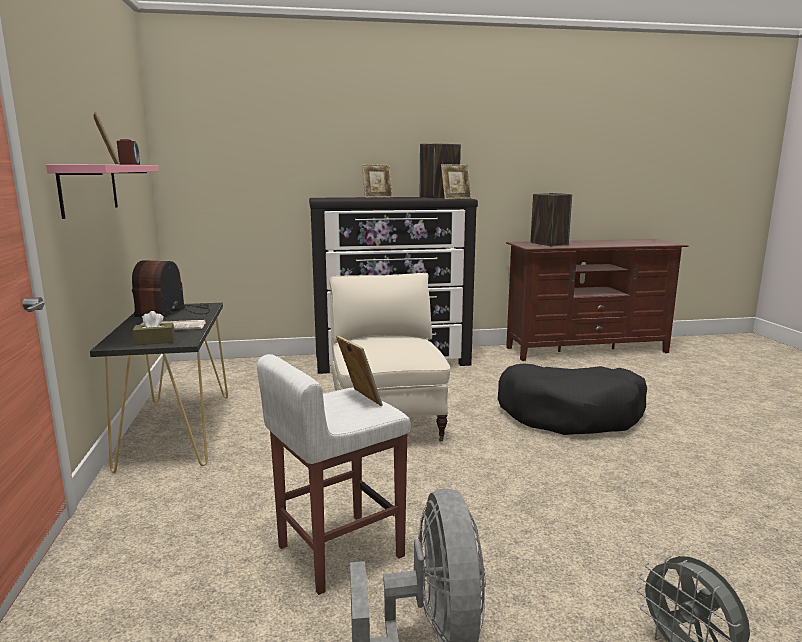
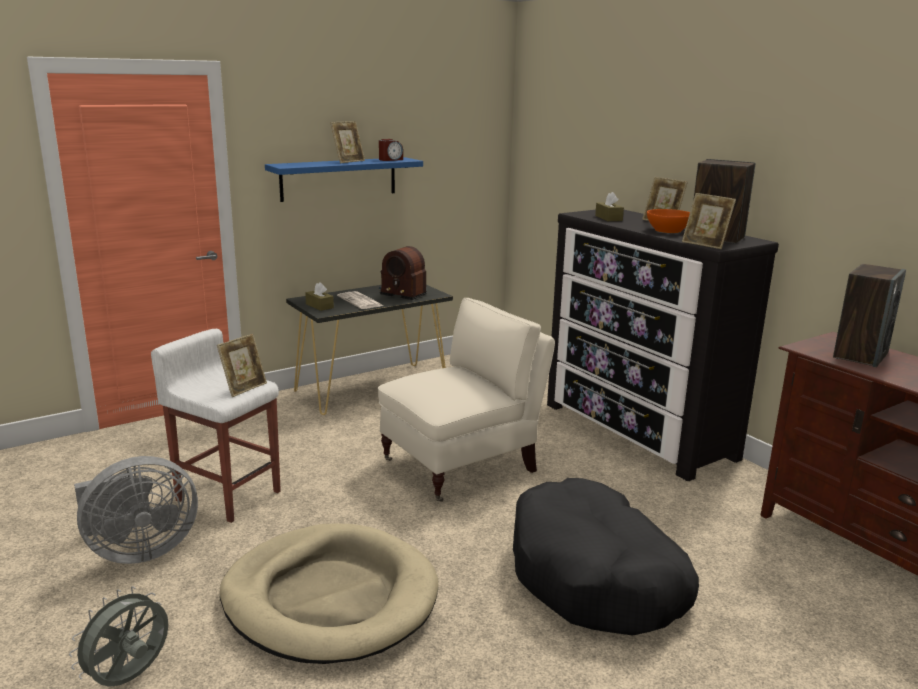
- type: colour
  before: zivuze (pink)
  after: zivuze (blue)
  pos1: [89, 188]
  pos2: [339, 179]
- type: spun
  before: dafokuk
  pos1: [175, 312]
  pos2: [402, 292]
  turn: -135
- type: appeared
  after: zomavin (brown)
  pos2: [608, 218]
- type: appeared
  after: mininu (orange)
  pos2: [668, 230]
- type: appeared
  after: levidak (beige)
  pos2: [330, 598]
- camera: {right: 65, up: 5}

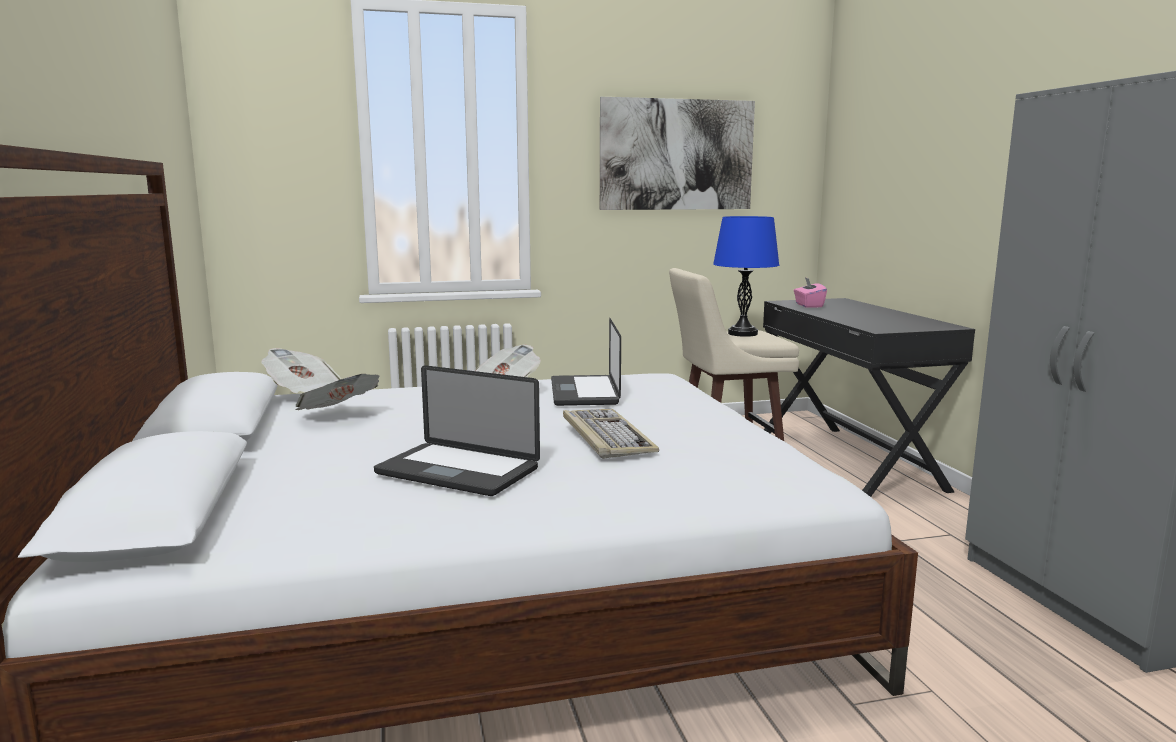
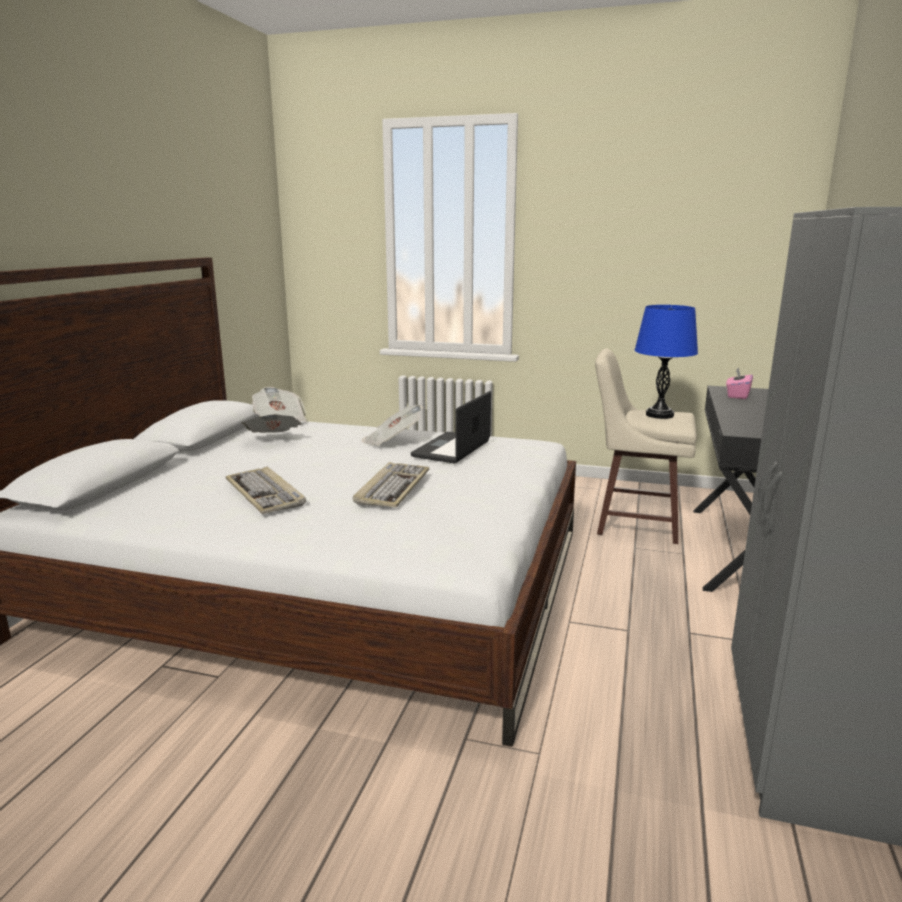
- type: missing
  before: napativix
  pos1: [677, 155]
- type: exchanged
  before: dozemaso
  after: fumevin
  pos1: [457, 471]
  pos2: [266, 494]
- camera: {right: 30, up: 5}

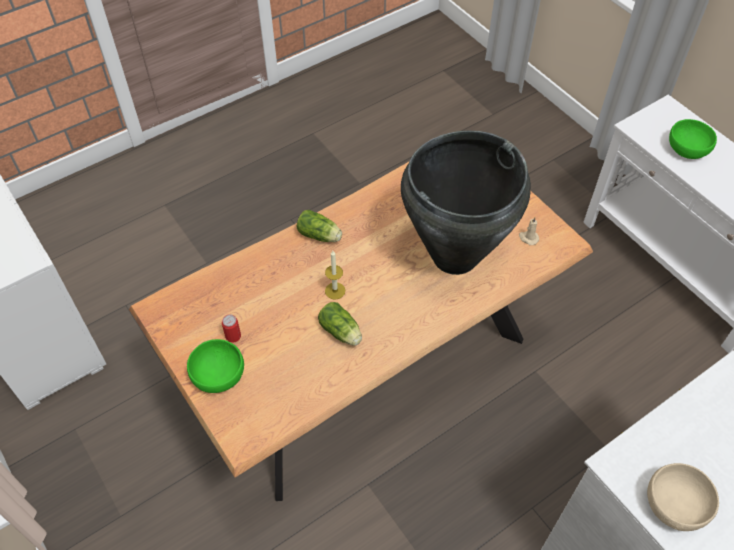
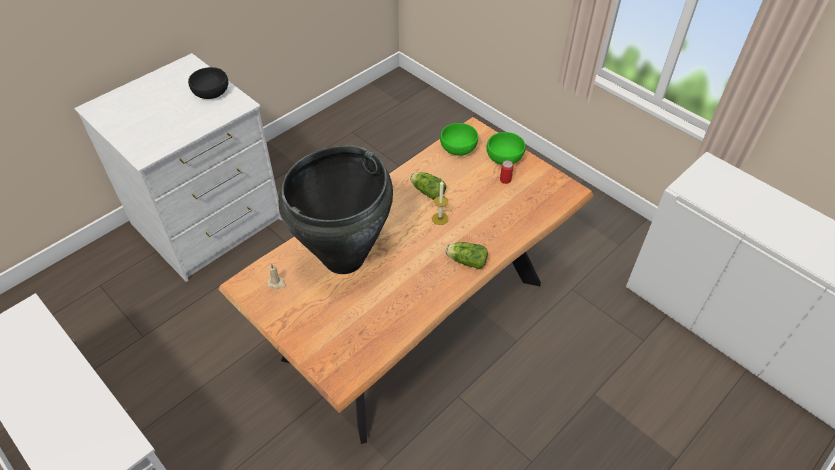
- type: relocated
  before: mininu (green)
  pos1: [687, 149]
  pos2: [458, 147]
- type: colour
  before: mininu (beige)
  after: mininu (black)
  pos1: [676, 504]
  pos2: [210, 92]
- camera: {right: 170, up: -5}

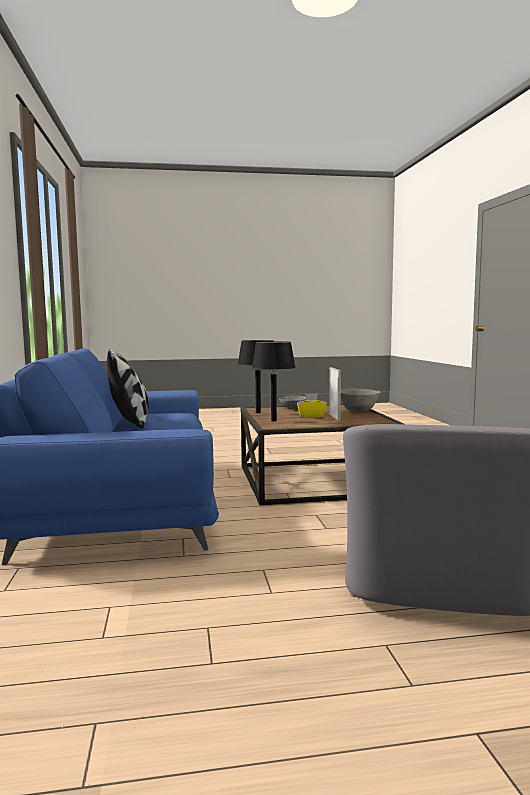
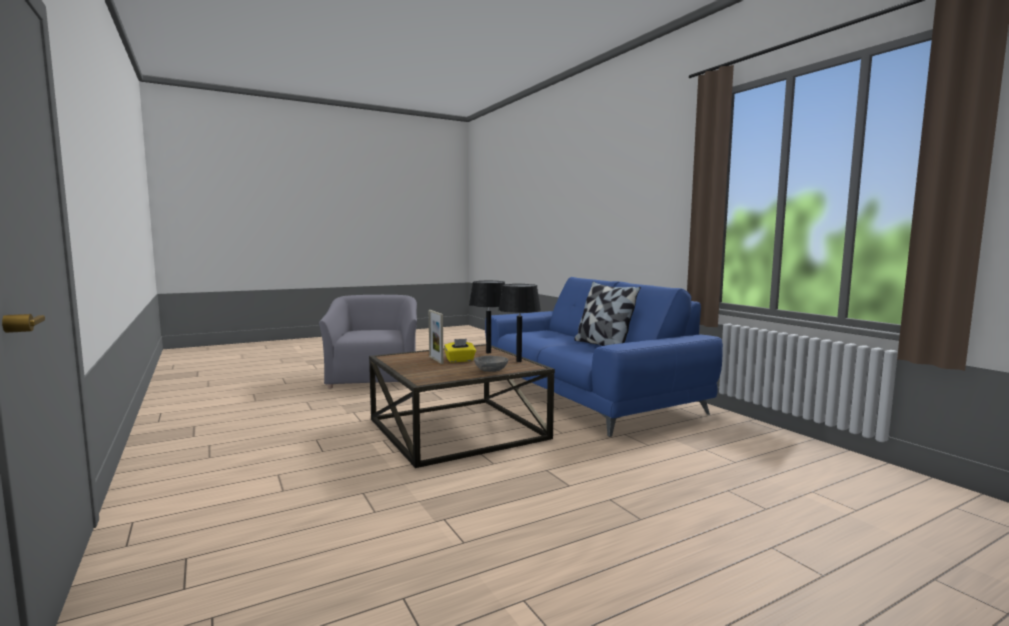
- type: missing
  before: mininu (grey)
  pos1: [358, 411]
- camera: {right: 160, up: 0}

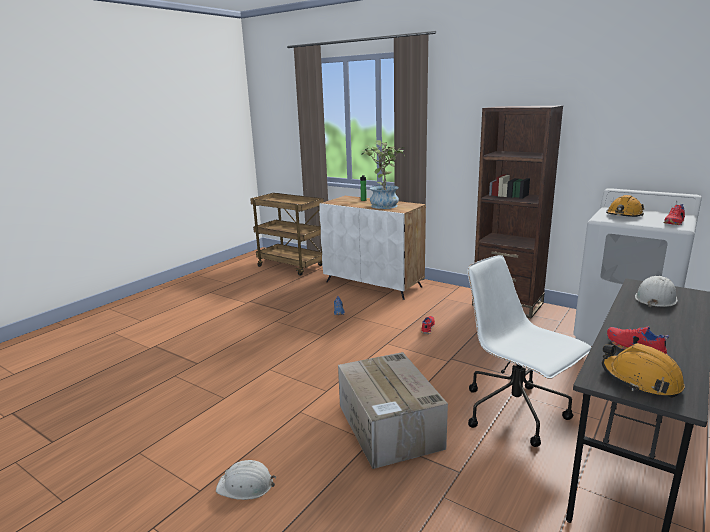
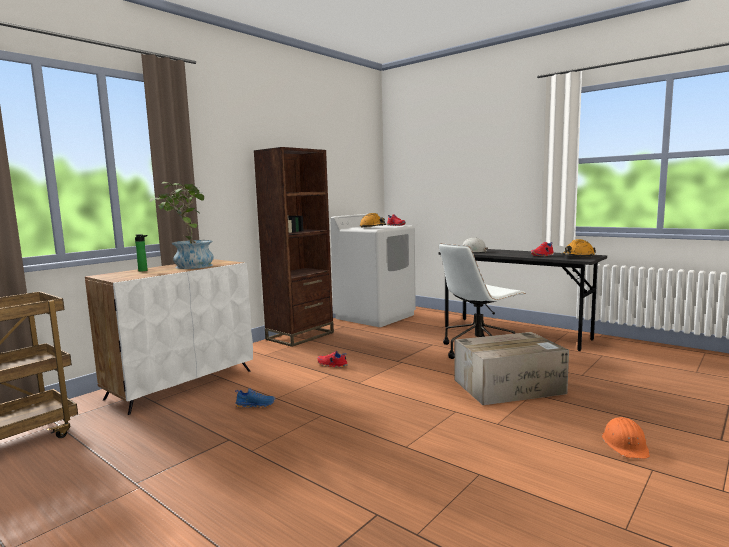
- type: colour
  before: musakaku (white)
  after: musakaku (orange)
  pos1: [246, 485]
  pos2: [625, 445]
- camera: {right: -85, up: -10}

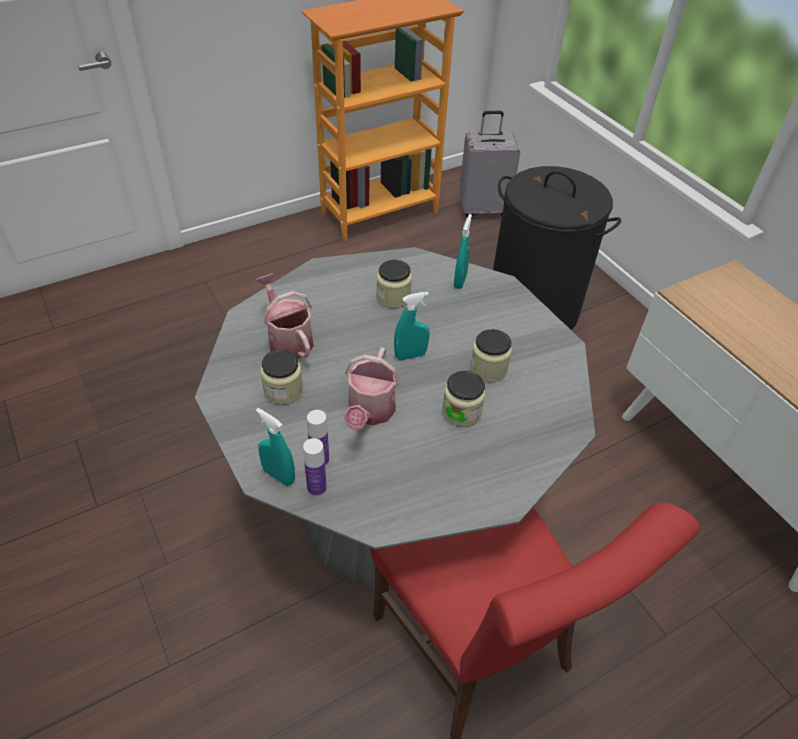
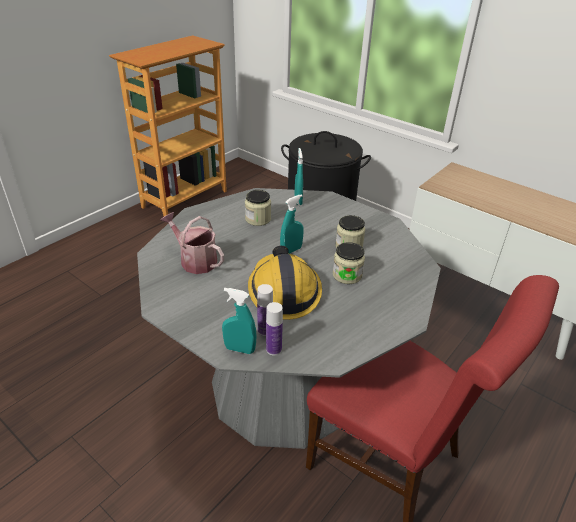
- type: missing
  before: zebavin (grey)
  pos1: [483, 209]
- type: exchanged
  before: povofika
  after: musakaku
  pos1: [369, 412]
  pos2: [283, 291]
- type: missing
  before: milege
  pos1: [283, 390]
- camera: {right: -20, up: -10}

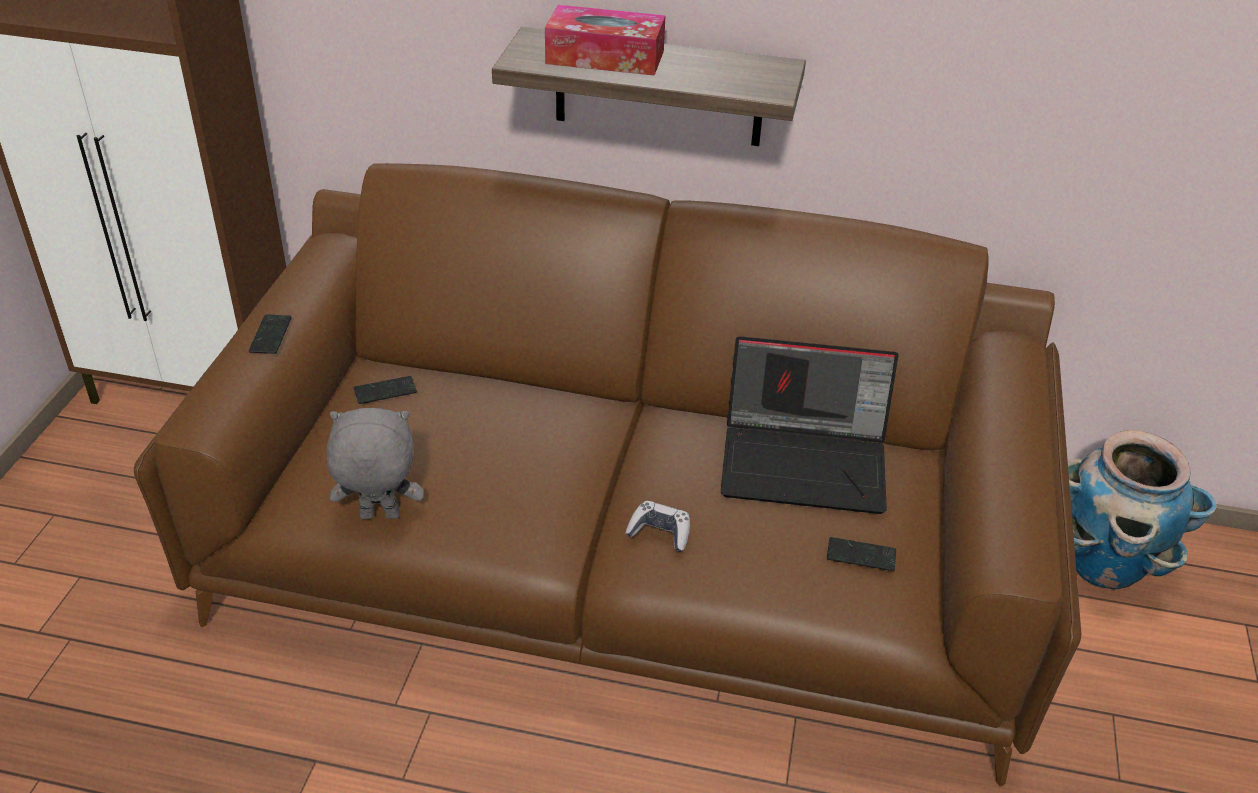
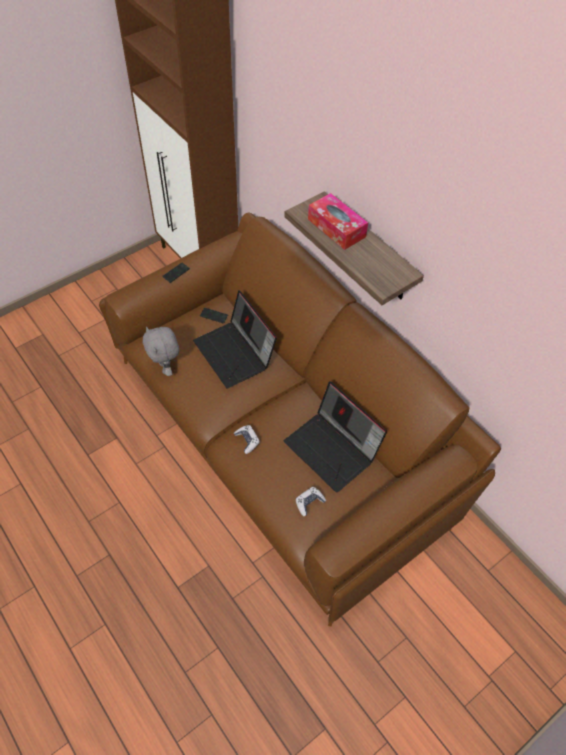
- type: spun
  before: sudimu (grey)
  pos1: [379, 517]
  pos2: [166, 368]
  turn: -150
- type: missing
  before: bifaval
  pos1: [1104, 564]
- type: exchanged
  before: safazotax
  after: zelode
  pos1: [861, 555]
  pos2: [309, 503]
- type: appeared
  after: dozemaso
  pos2: [235, 354]
- camera: {right: 40, up: 15}

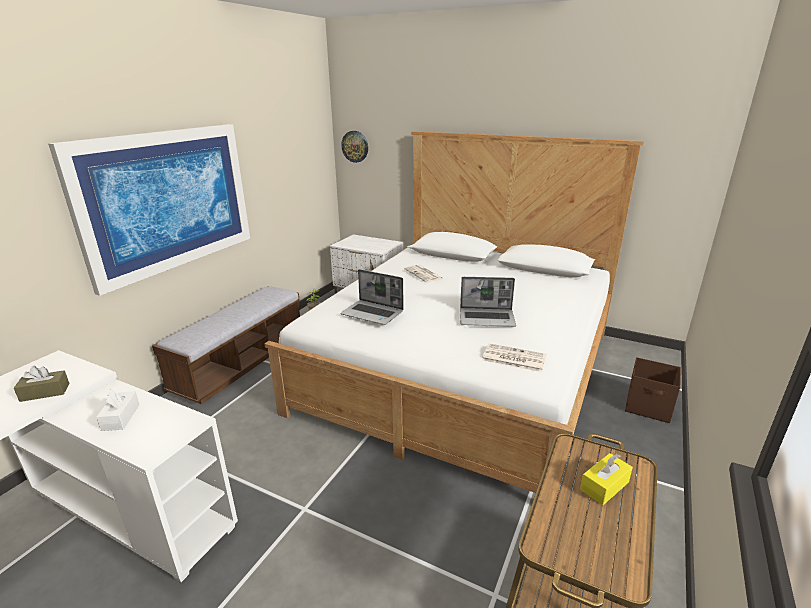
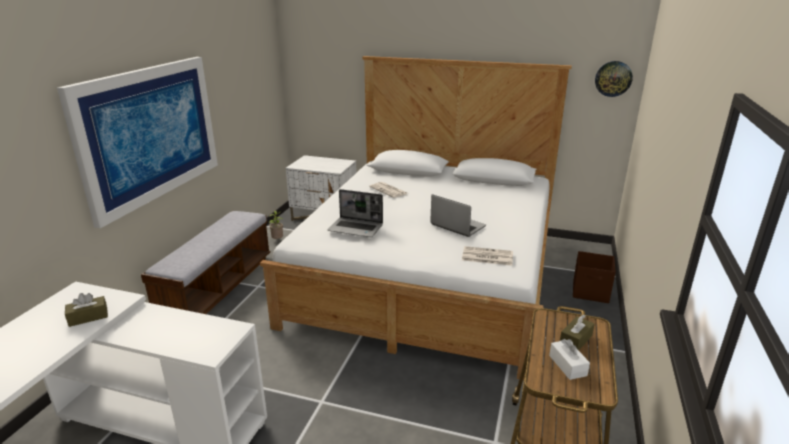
- type: relocated
  before: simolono
  pos1: [355, 146]
  pos2: [613, 78]
- type: spun
  before: dozemaso
  pos1: [487, 318]
  pos2: [457, 226]
  turn: -135
- type: relocated
  before: zomavin (white)
  pos1: [121, 417]
  pos2: [567, 365]
- type: colour
  before: zomavin (yellow)
  after: zomavin (brown)
  pos1: [604, 486]
  pos2: [575, 340]
- camera: {right: -10, up: 0}

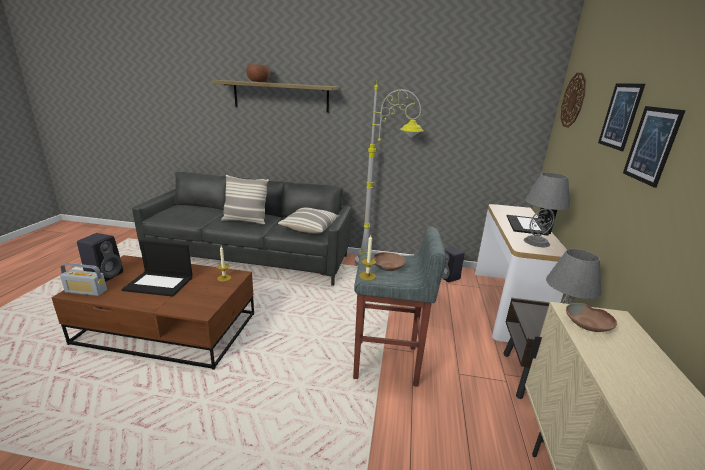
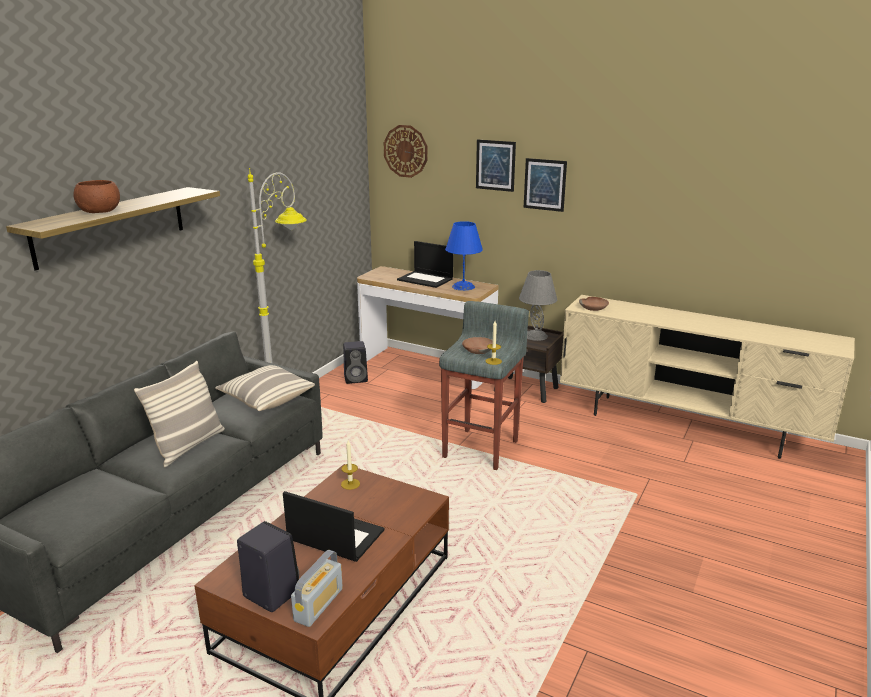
- type: colour
  before: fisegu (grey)
  after: fisegu (blue)
  pos1: [536, 242]
  pos2: [463, 286]
- type: spun
  before: dozemaso
  pos1: [160, 283]
  pos2: [334, 536]
  turn: -90
- camera: {right: -70, up: 0}

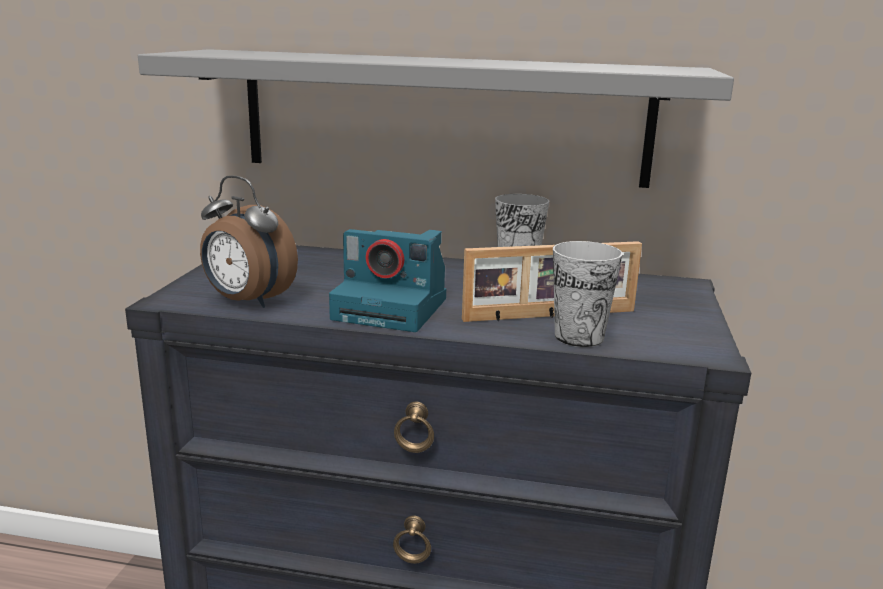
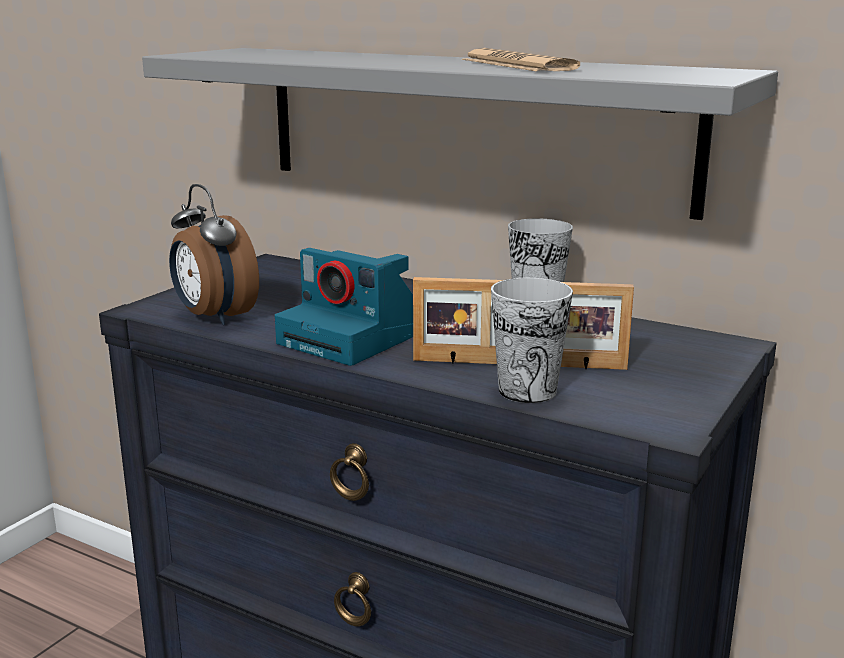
- type: appeared
  after: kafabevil
  pos2: [516, 65]
- camera: {right: 20, up: 0}

